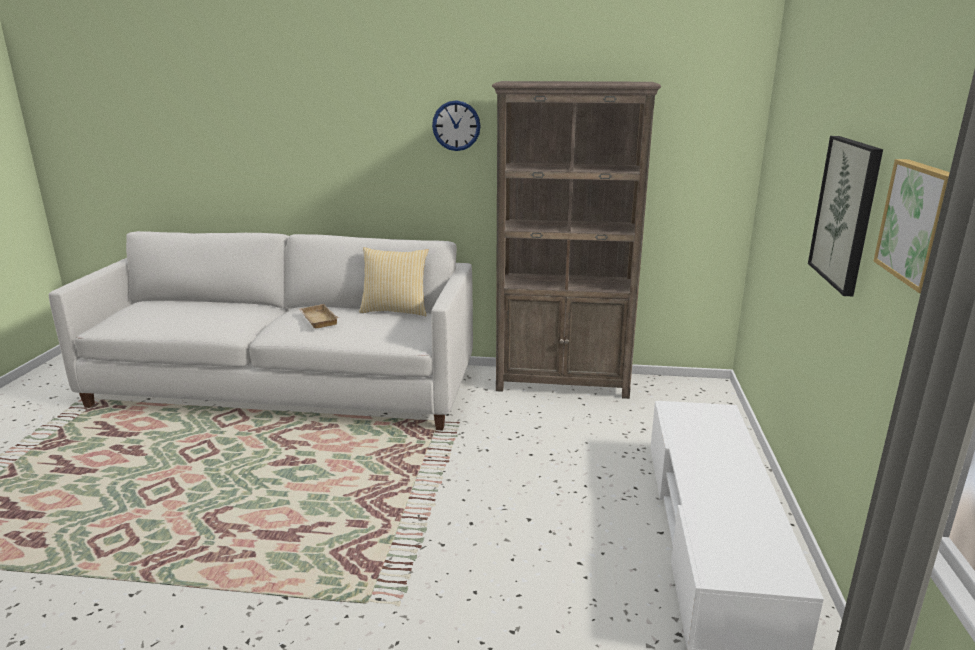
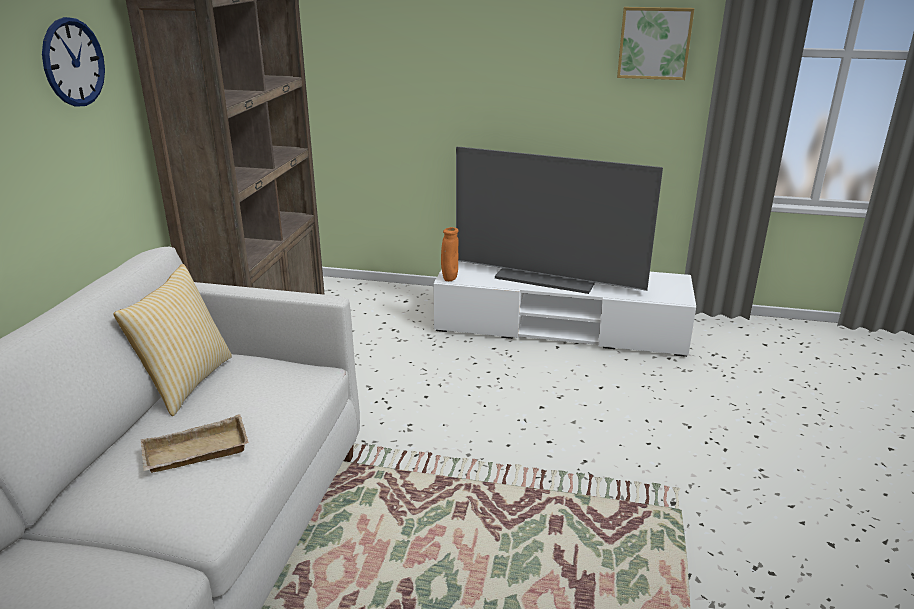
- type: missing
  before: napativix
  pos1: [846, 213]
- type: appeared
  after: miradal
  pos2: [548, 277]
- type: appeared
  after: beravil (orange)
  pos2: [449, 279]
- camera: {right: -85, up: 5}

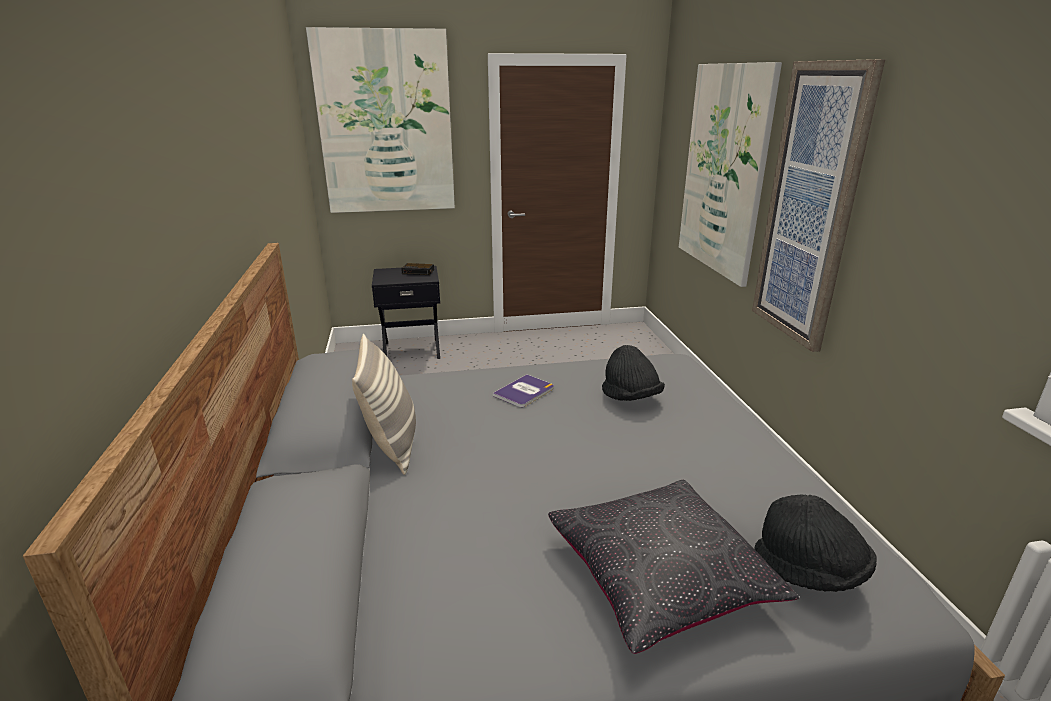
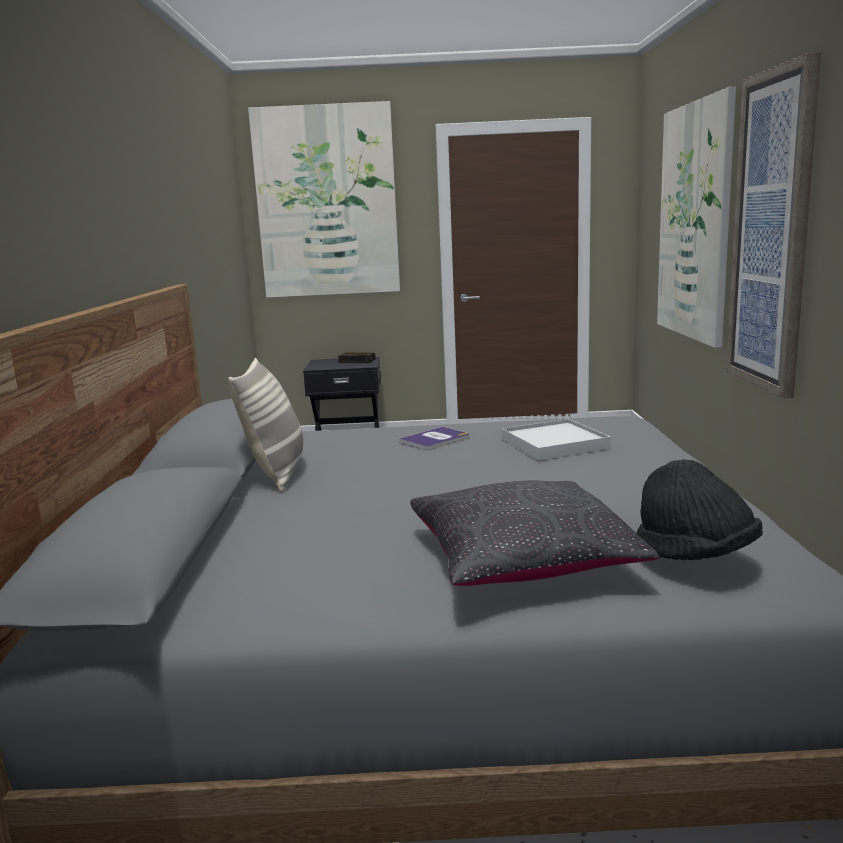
- type: exchanged
  before: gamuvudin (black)
  after: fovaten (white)
  pos1: [630, 397]
  pos2: [554, 444]
- camera: {right: 10, up: -10}

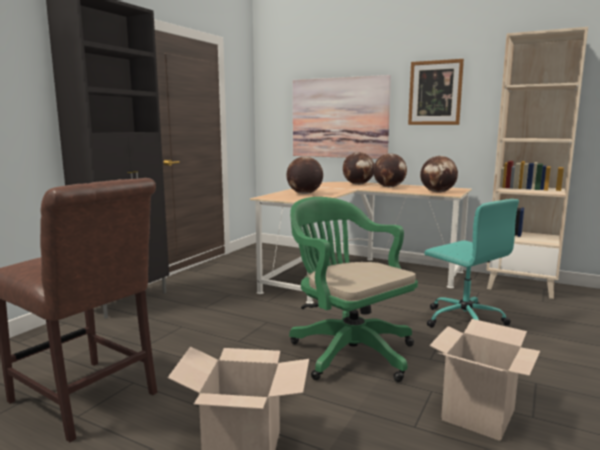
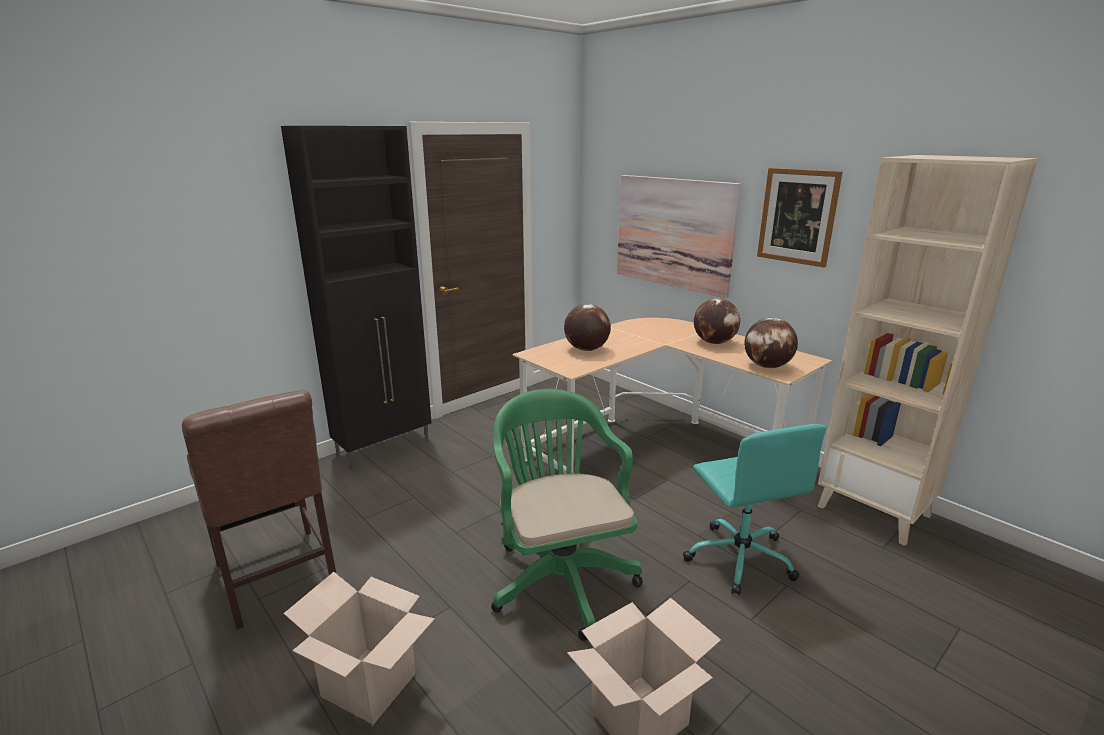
- type: missing
  before: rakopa
  pos1: [358, 184]
- camera: {right: 20, up: 10}

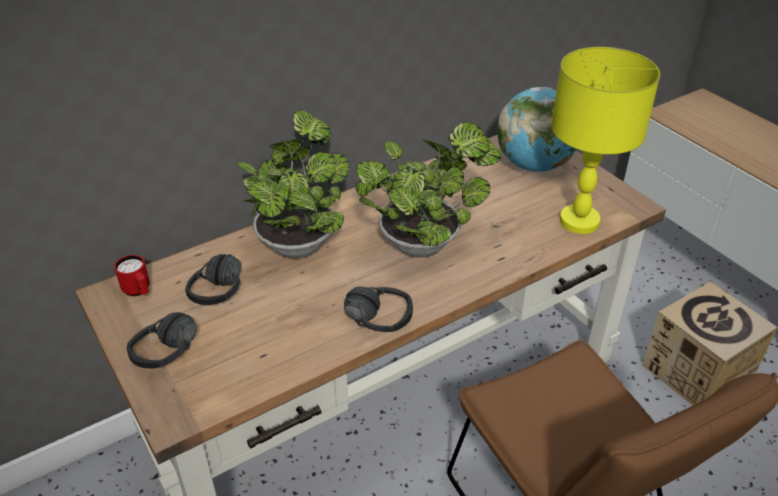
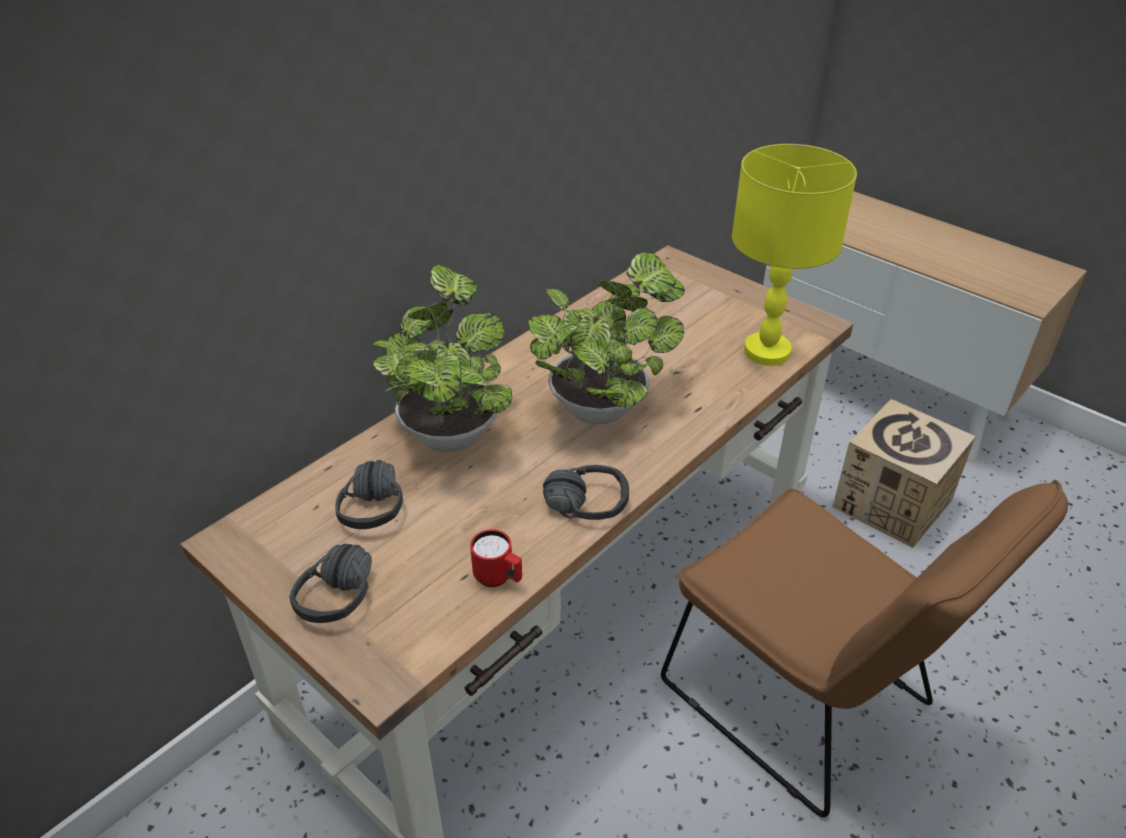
- type: missing
  before: rakopa
  pos1: [534, 165]
- type: relocated
  before: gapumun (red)
  pos1: [138, 291]
  pos2: [498, 578]
- camera: {right: -15, up: 0}

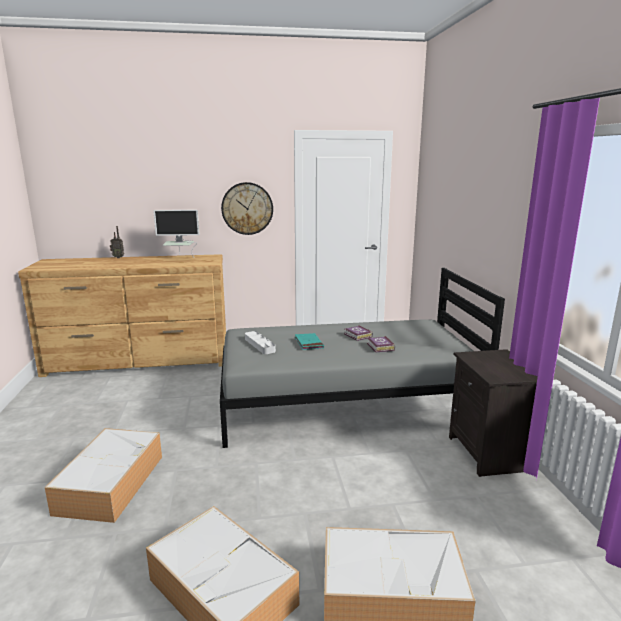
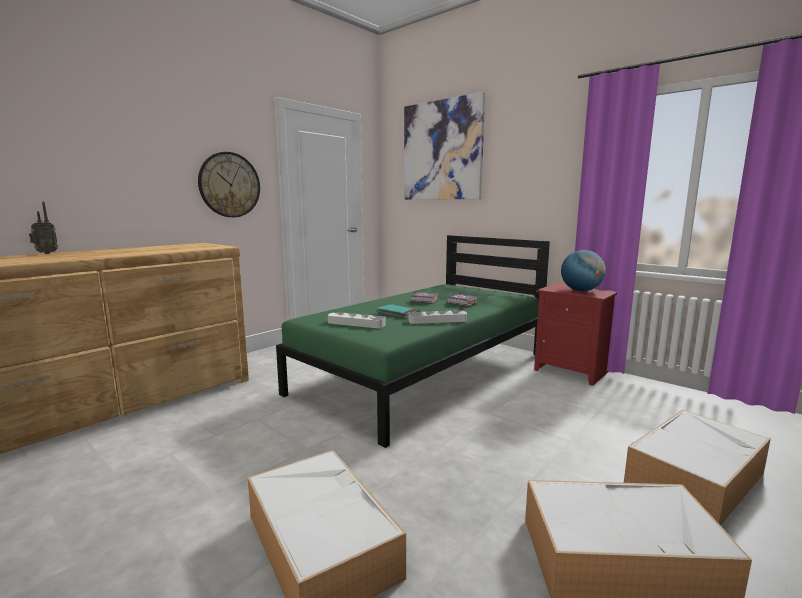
- type: missing
  before: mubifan
  pos1: [180, 258]
- type: colour
  before: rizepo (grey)
  after: rizepo (green)
  pos1: [346, 403]
  pos2: [425, 373]
- type: colour
  before: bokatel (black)
  after: bokatel (red)
  pos1: [489, 454]
  pos2: [572, 370]
- type: appeared
  after: napativix
  pos2: [442, 151]
- type: appeared
  after: rakopa
  pos2: [581, 290]
- type: appeared
  after: fovaten (grey)
  pos2: [437, 320]
- camera: {right: -40, up: -5}

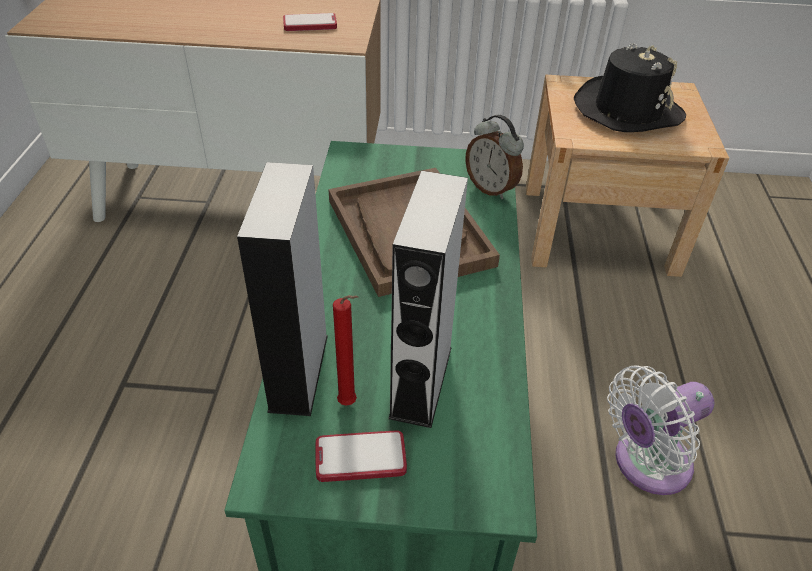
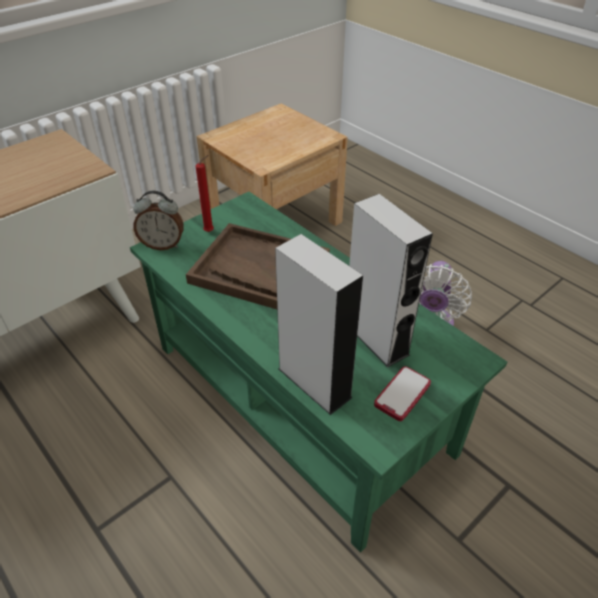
- type: missing
  before: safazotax
  pos1: [310, 24]
- type: missing
  before: gamuvudin (black)
  pos1: [627, 110]
- type: relocated
  before: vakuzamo
  pos1: [491, 188]
  pos2: [163, 245]
- type: relocated
  before: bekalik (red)
  pos1: [350, 404]
  pos2: [210, 231]
- camera: {right: -45, up: 0}

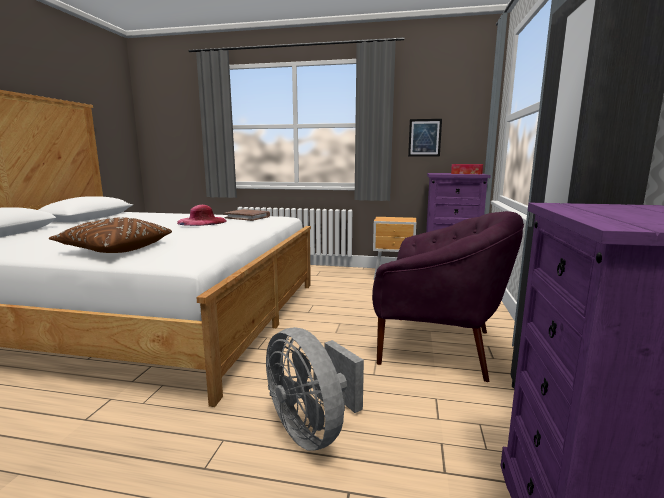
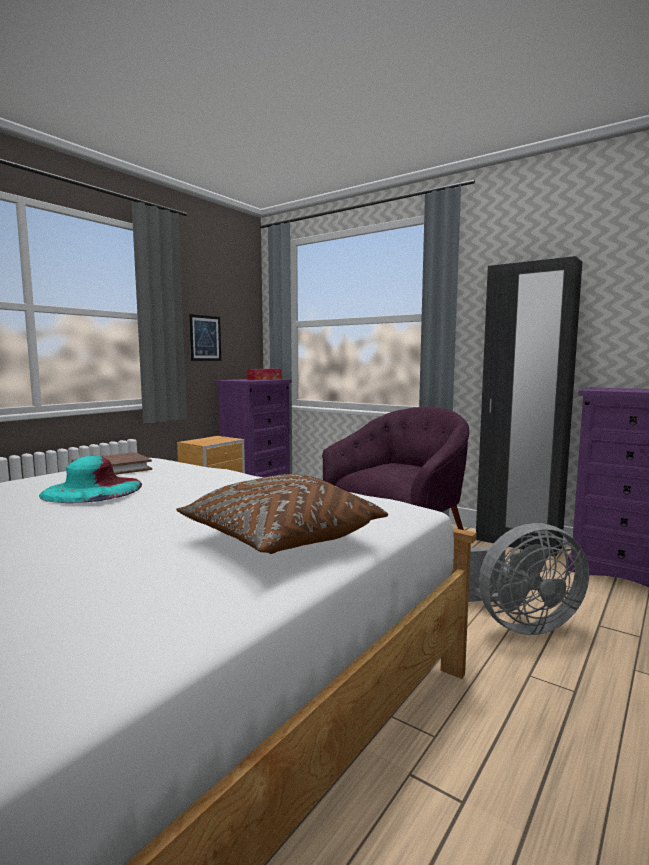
- type: colour
  before: gamuvudin (pink)
  after: gamuvudin (turquoise)
  pos1: [202, 221]
  pos2: [92, 489]
- camera: {right: -65, up: -5}

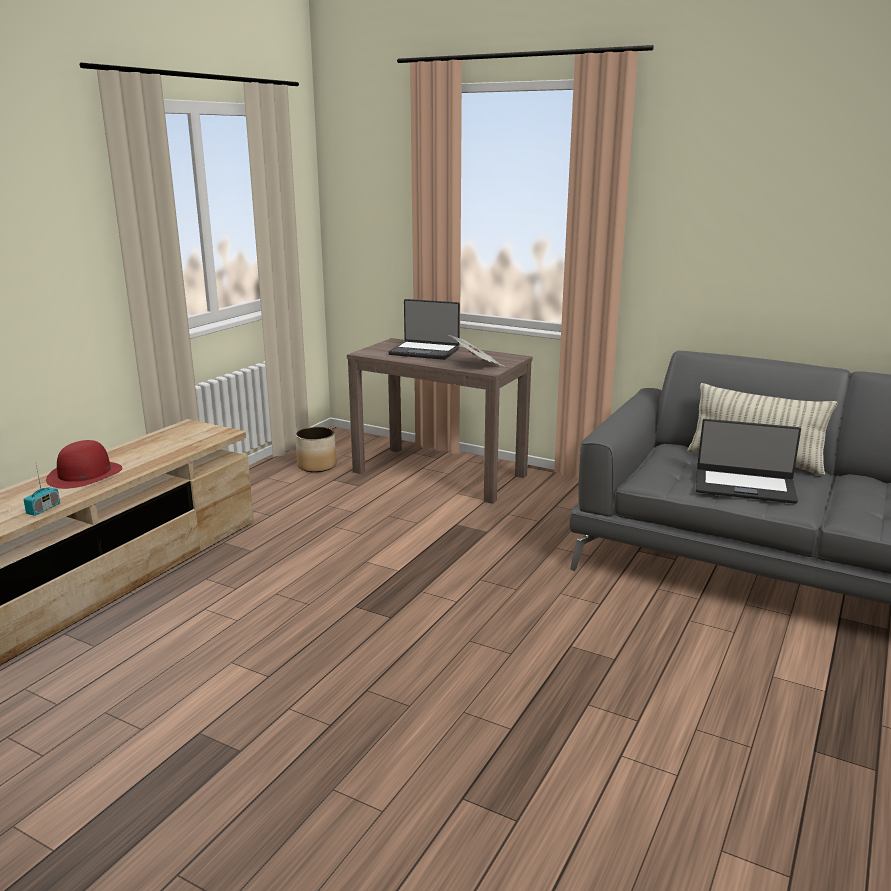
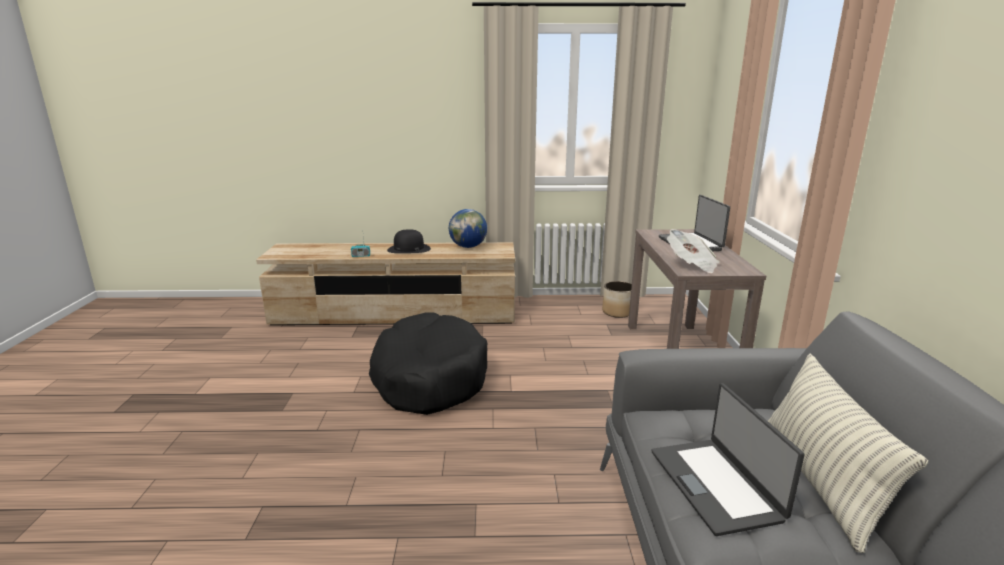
- type: colour
  before: gamuvudin (red)
  after: gamuvudin (black)
  pos1: [85, 474]
  pos2: [408, 249]
- type: appeared
  after: rakopa
  pos2: [468, 247]
- type: appeared
  after: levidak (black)
  pos2: [429, 377]
- camera: {right: 60, up: 0}

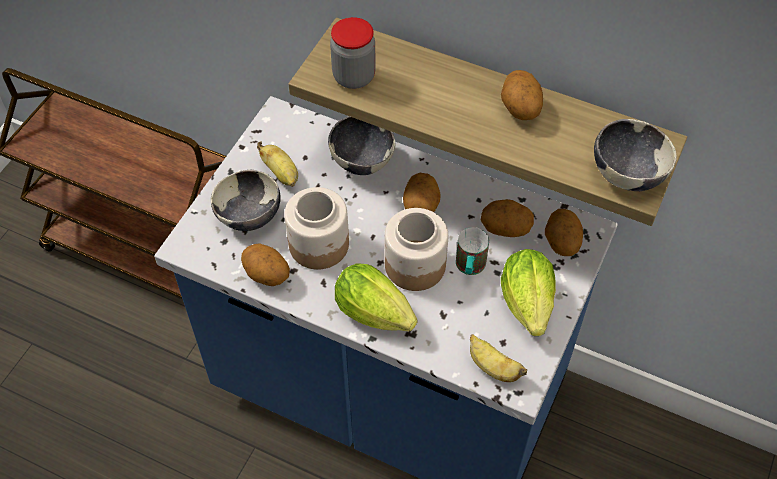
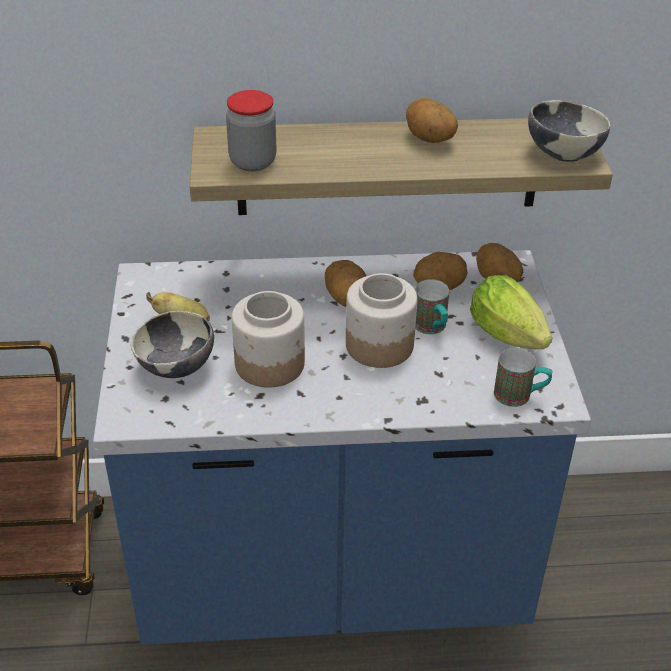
- type: missing
  before: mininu
  pos1: [362, 161]
- type: missing
  before: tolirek
  pos1: [266, 276]
- type: missing
  before: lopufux
  pos1: [378, 315]
- type: exchanged
  before: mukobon
  after: gapumun
  pos1: [492, 367]
  pos2: [520, 396]
- camera: {right: -30, up: -15}

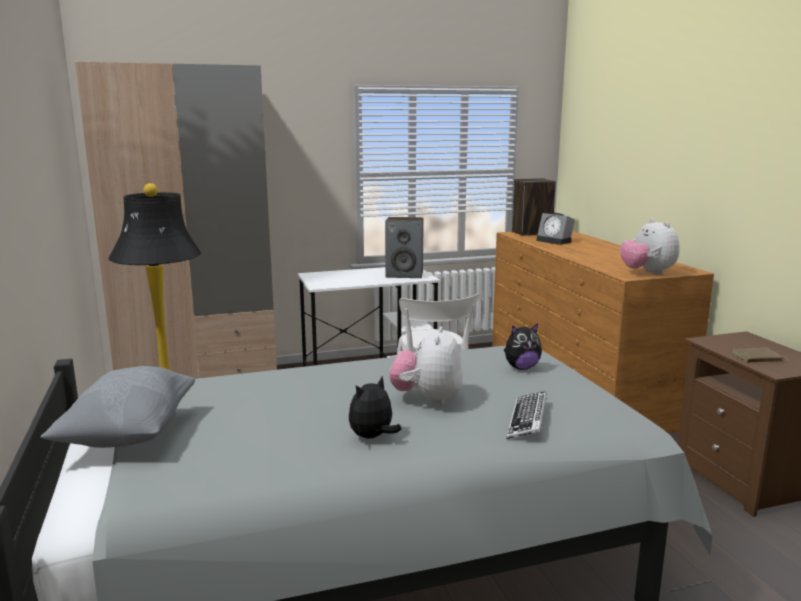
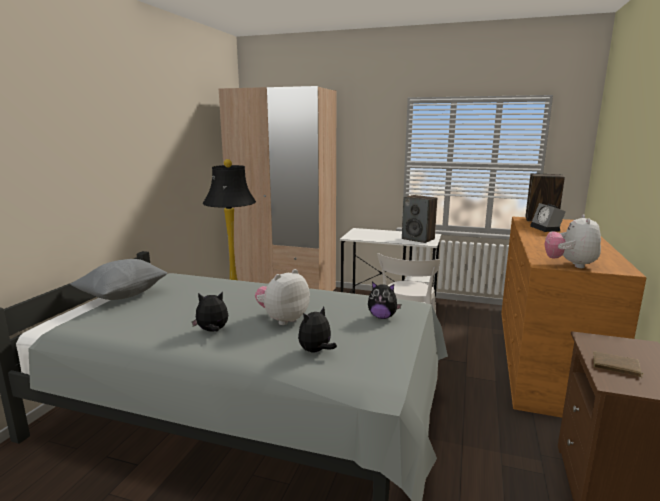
- type: exchanged
  before: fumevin
  after: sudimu
  pos1: [528, 420]
  pos2: [316, 351]
- camera: {right: 35, up: 0}

